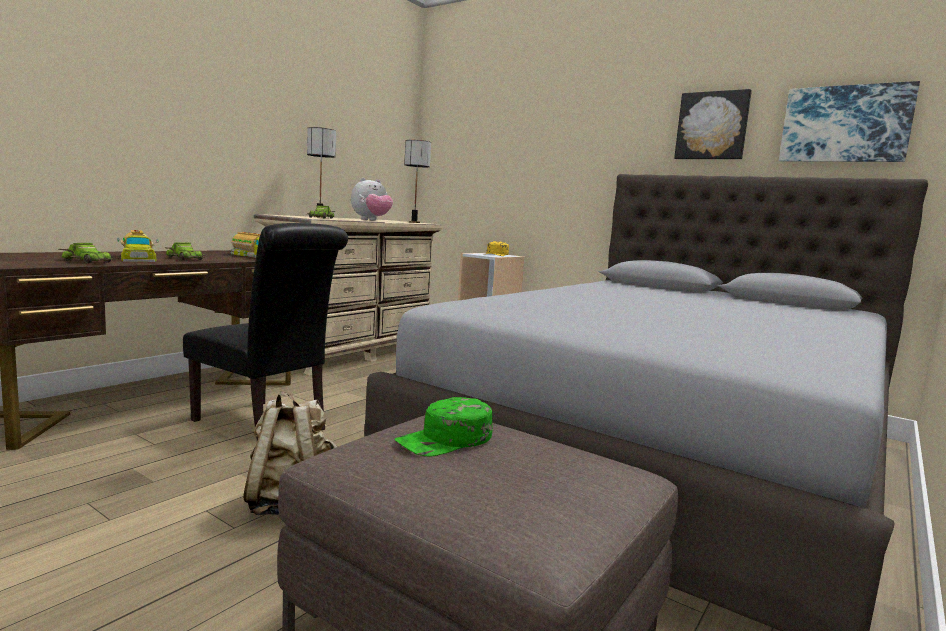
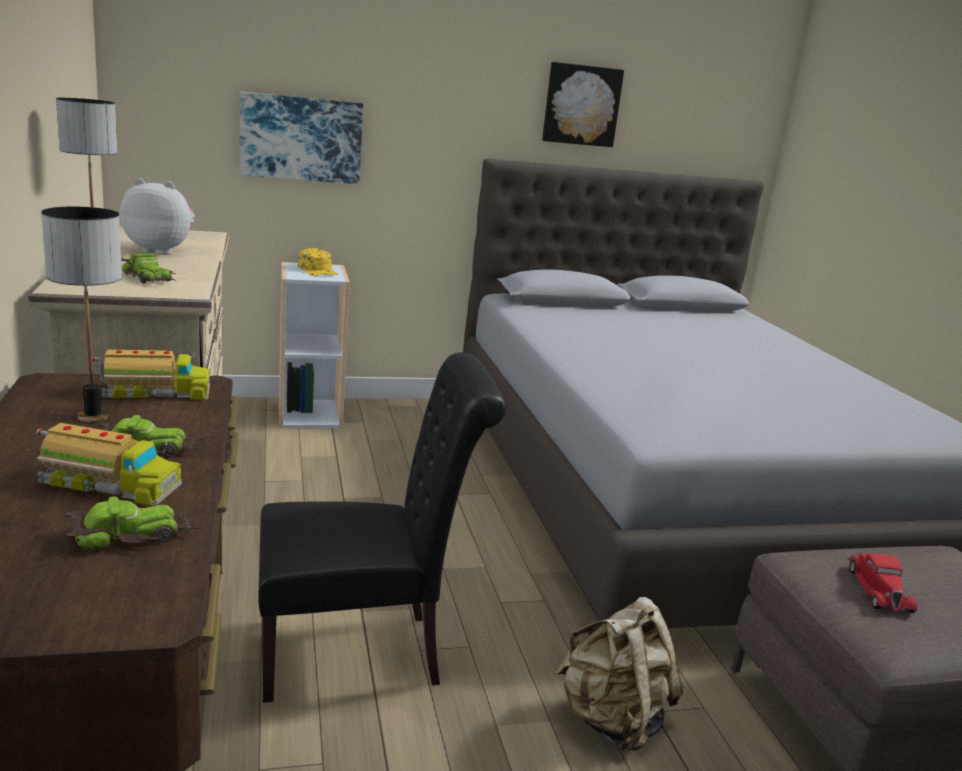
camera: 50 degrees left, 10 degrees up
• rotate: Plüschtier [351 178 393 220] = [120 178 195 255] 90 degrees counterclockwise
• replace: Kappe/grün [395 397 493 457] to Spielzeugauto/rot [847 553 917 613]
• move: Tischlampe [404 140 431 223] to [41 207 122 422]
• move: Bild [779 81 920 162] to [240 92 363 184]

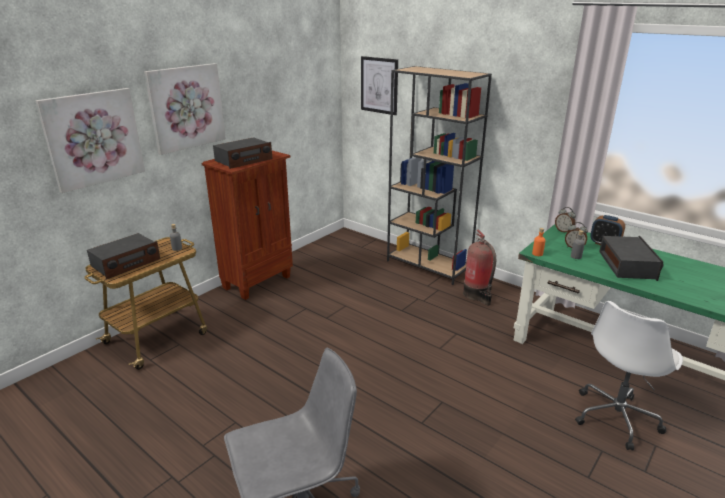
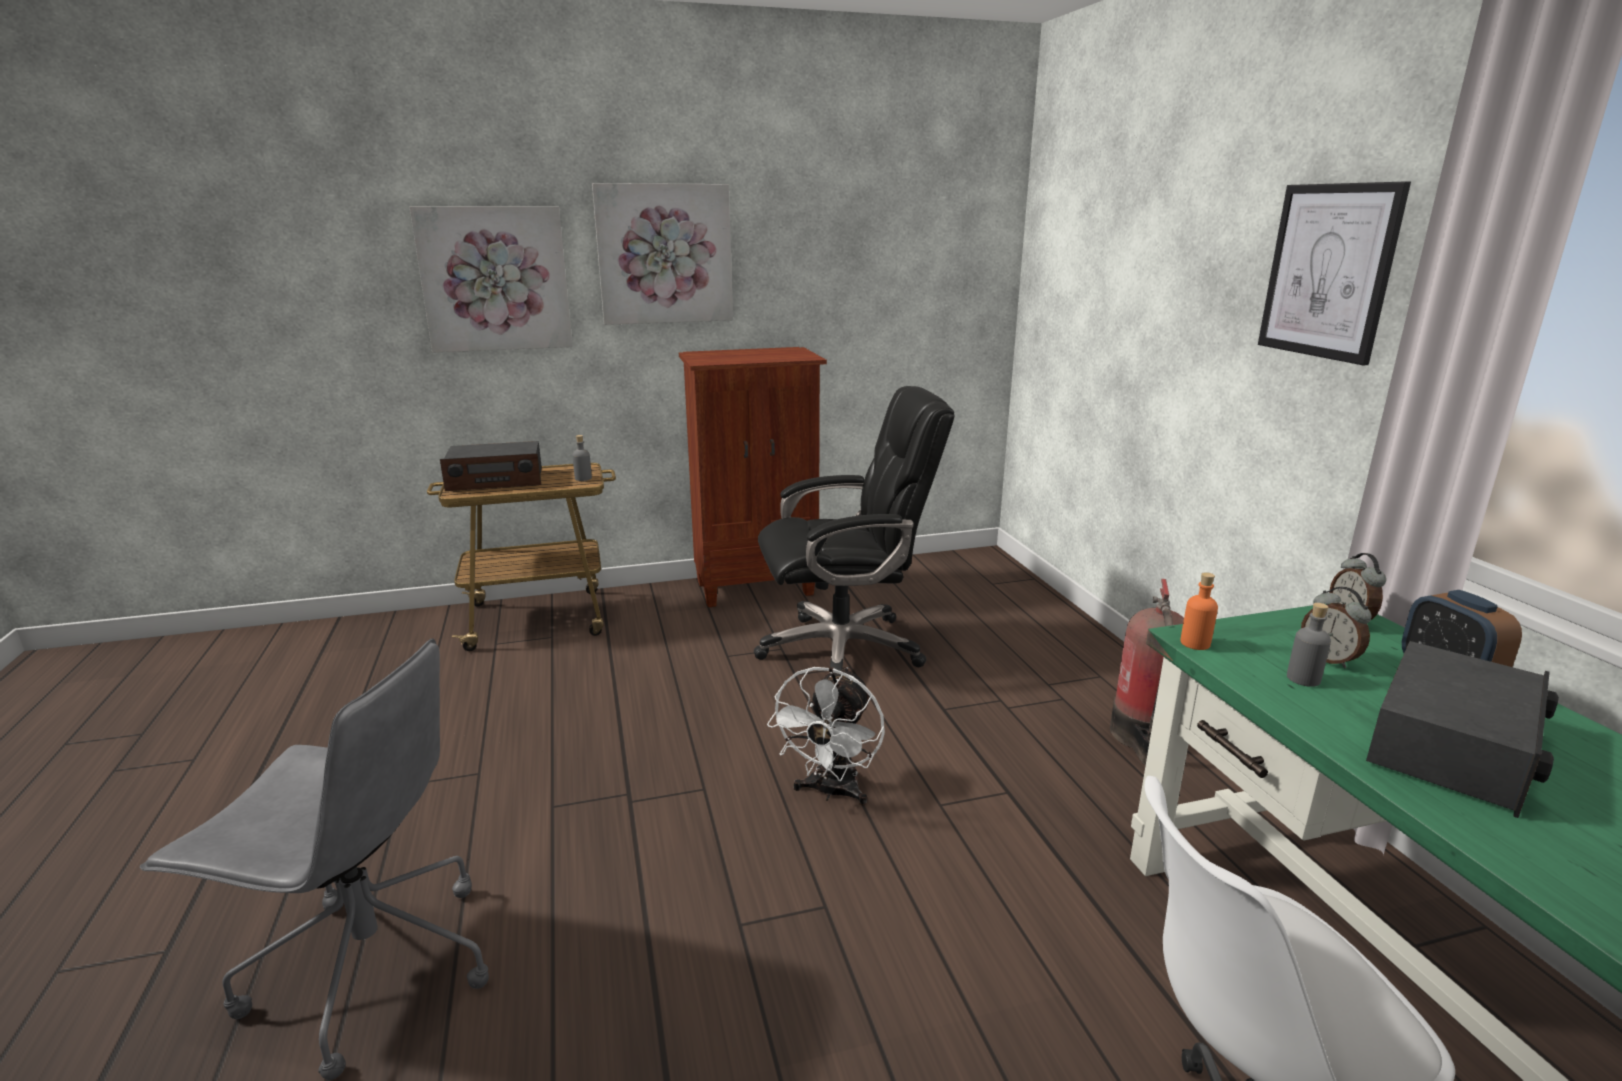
camera: 35 degrees right, 5 degrees down
• delete: Radio [213 137 272 169]
• move: Bild [361 56 398 115] to [1258 181 1411 365]
• delete: Bücherregal [387 66 492 285]
• insert: Bürostuhl/schwarz [754 386 955 670]
• insert: Ventilator/weiß [767 667 885 806]

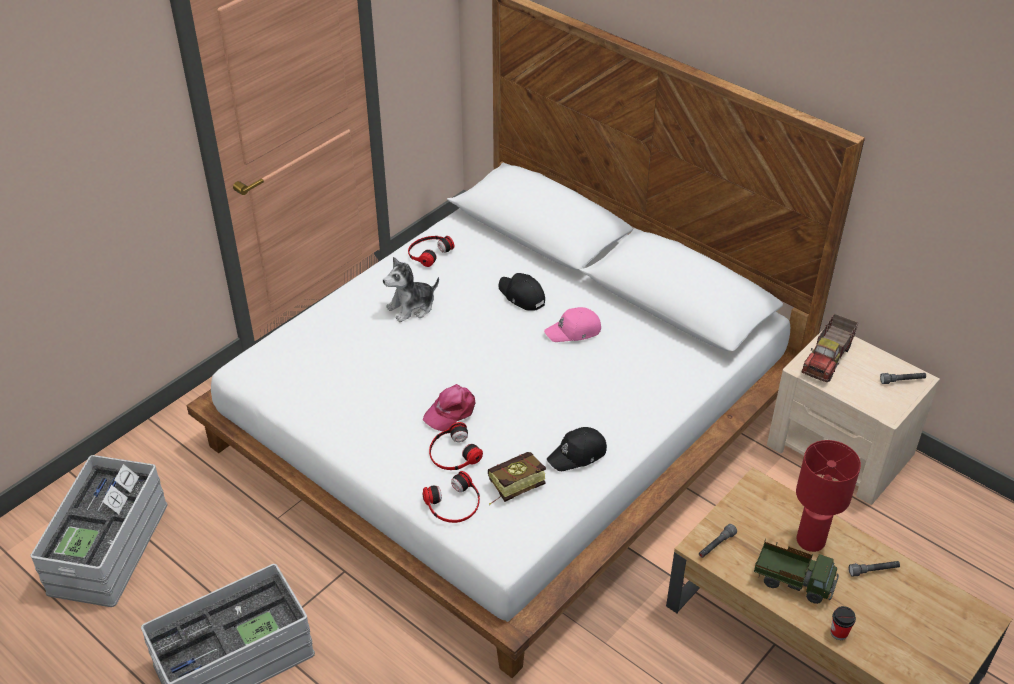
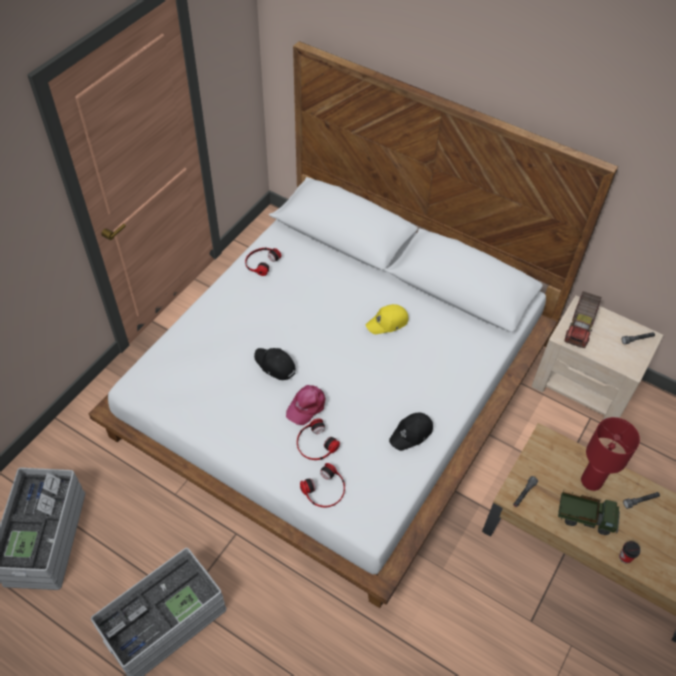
camera: 10 degrees left, 10 degrees up
• delete: Plüschtier [383 257 439 322]
• delete: Buch [488 452 546 505]
• move: Kappe/schwarz [499 273 545 311] to [254 348 295 380]
• recolor: Kappe/rosa [544 307 601 342] to Kappe/gelb [366 304 409 334]

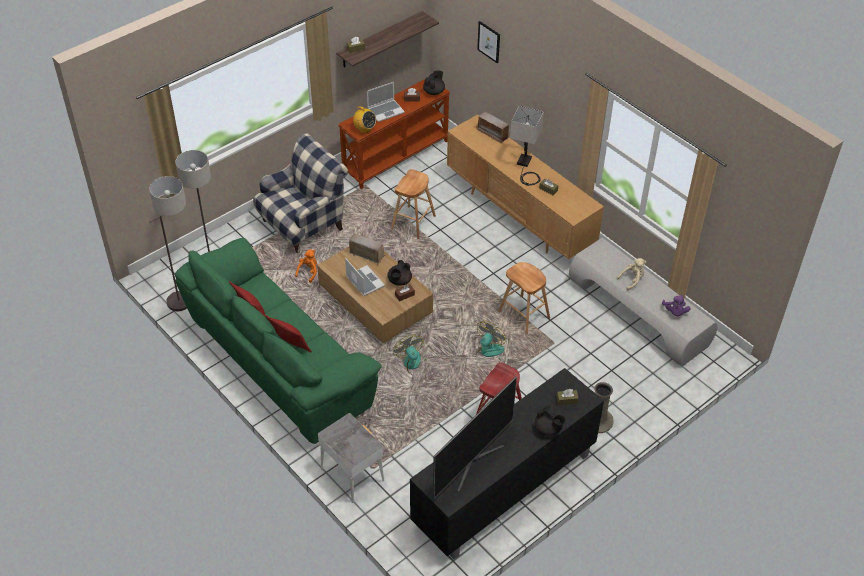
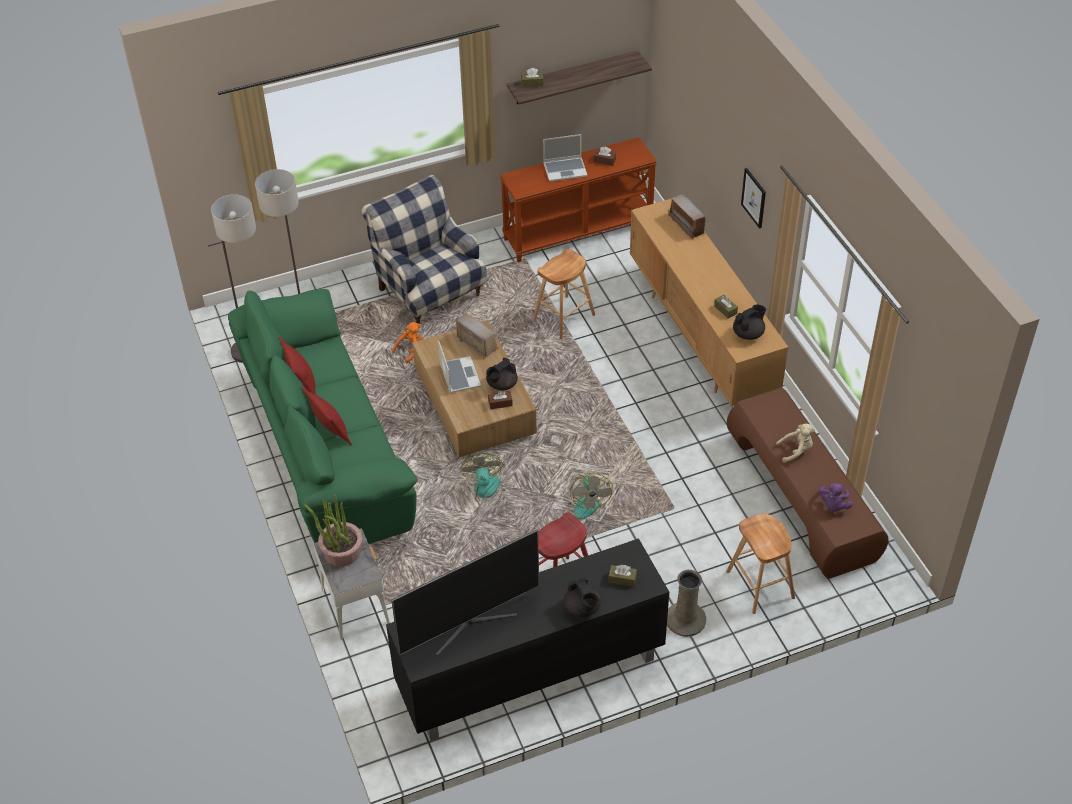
camera: 20 degrees right, 0 degrees up
• rotate: Sessel [253 134 348 253] = [362 175 487 324] 105 degrees counterclockwise
• delete: Radio [351 106 376 133]
• move: Teekanne/schwarz [423 70 445 95] to [733 304 766 340]
• rotate: Ventilator [475 321 506 360] = [568 473 613 519] 120 degrees clockwise
• move: Bild [477 21 500 63] to [741 168 766 229]
• move: Hocker/braun [498 262 550 334] to [726 514 795 614]
• delete: Tischlampe [510 106 544 186]
• recolor: Bank/grau [569 238 718 366] to Bank/braun [727 388 889 579]
• insert: Topfpflanze [304 495 363 567]

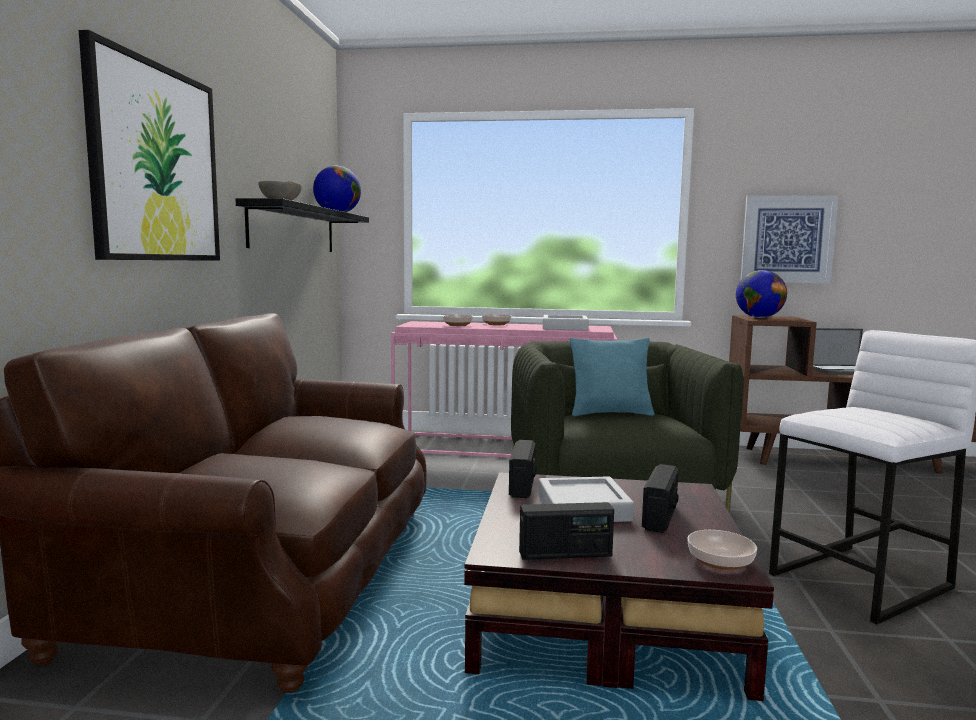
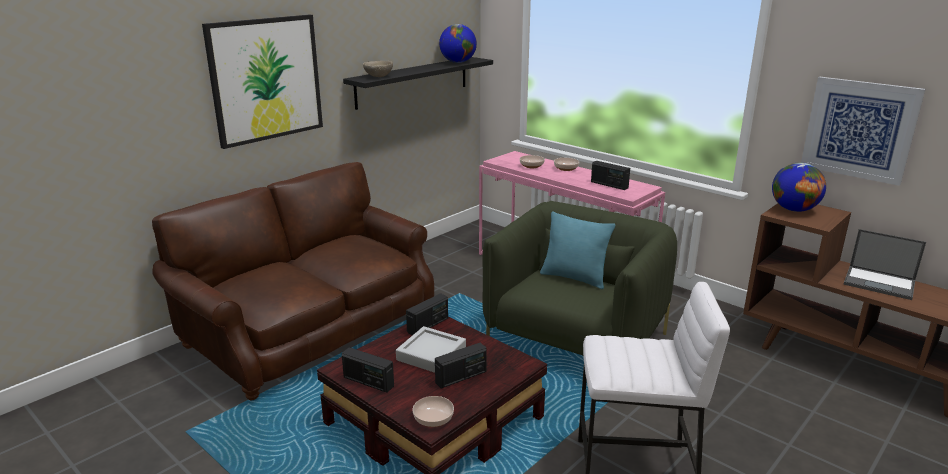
camera: 35 degrees right, 15 degrees up
• replace: Tablett/grau [543 315 589 331] to Radio [591 161 630 190]

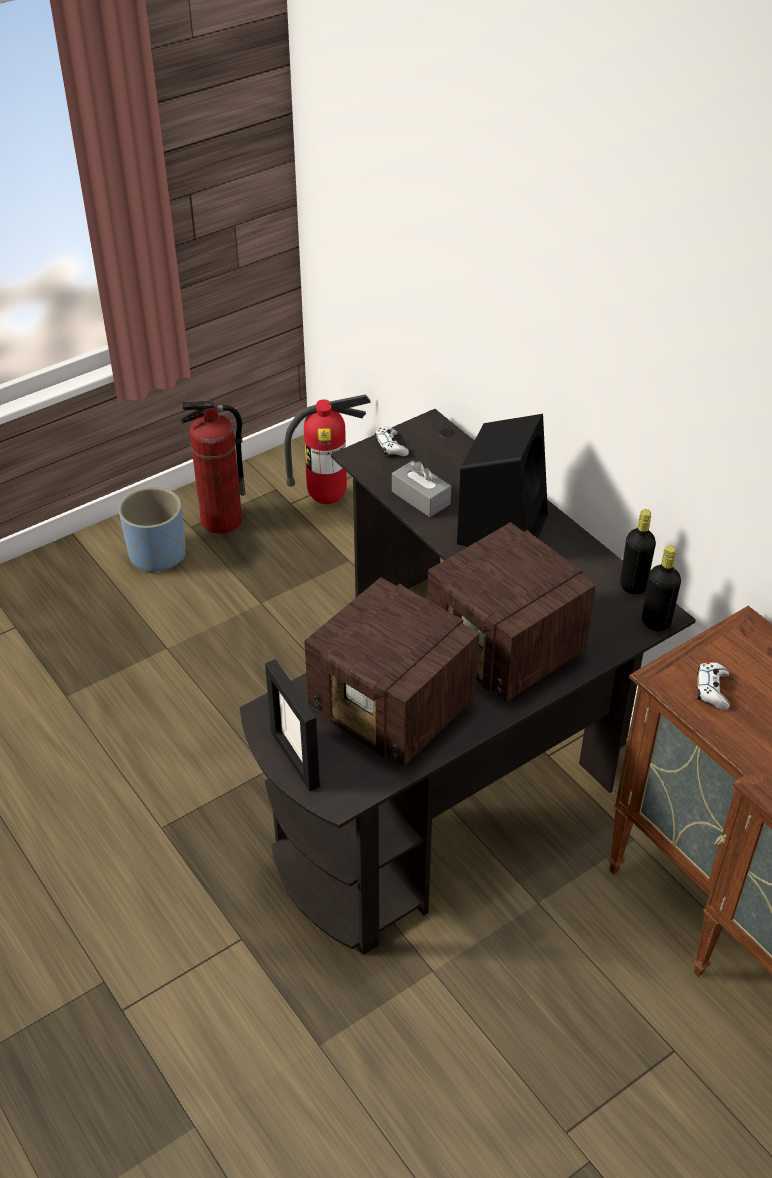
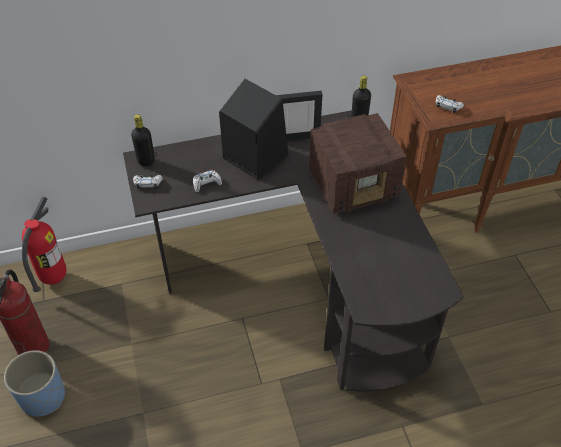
camera: 70 degrees left, 5 degrees up
• move: Bilderrahmen [265 659 320 791] to [276 91 323 141]
• delete: Radio [304 577 480 766]
• replace: Taschentuchbox/grau [392 461 451 517] to Gamepad/weiß [193 170 222 192]
• move: Flasche/schwarz [620 509 656 594] to [131 114 155 166]

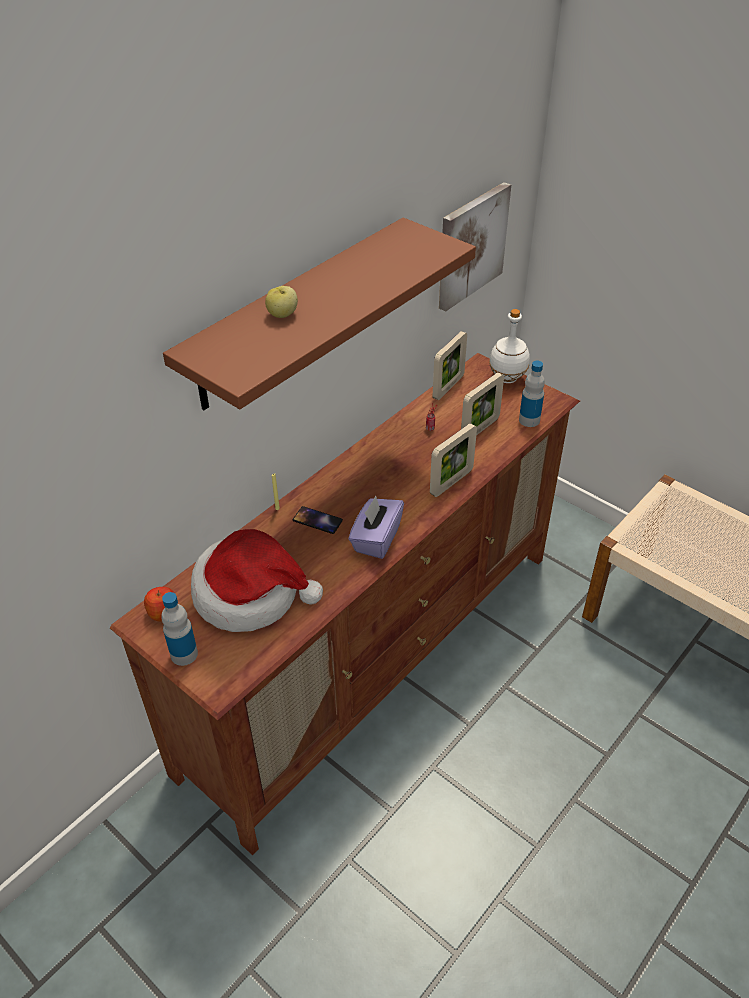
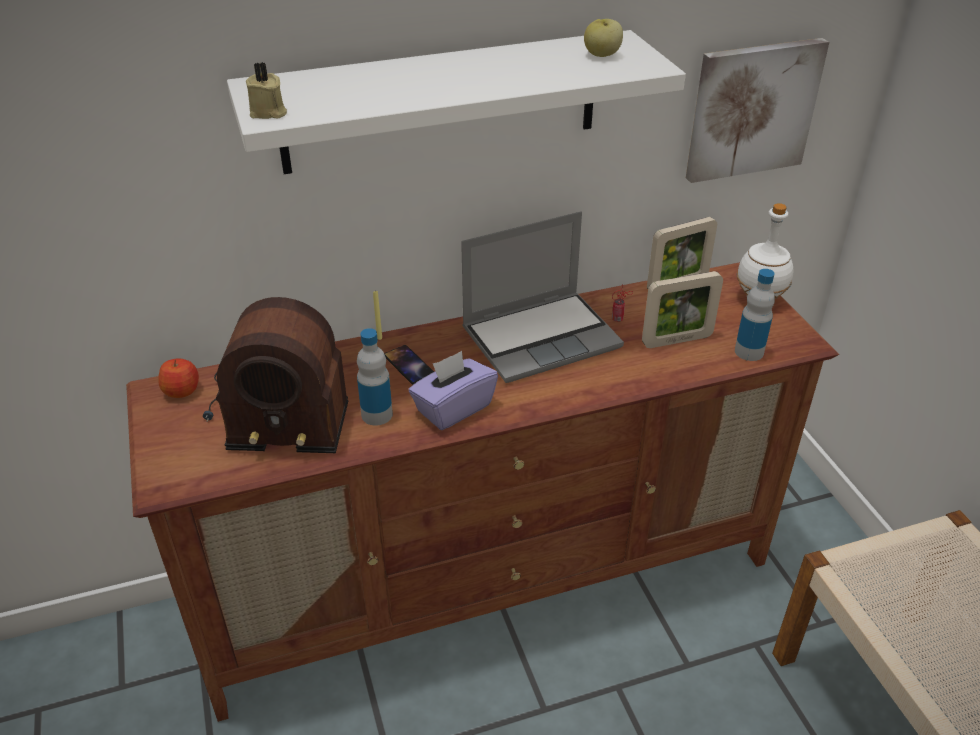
camera: 30 degrees right, 5 degrees down
• move: Flasche [161 592 198 666] to [357 328 393 426]
• recolor: Wandregal/braun [163 218 476 410] to Wandregal/weiß [227 30 686 174]
• replace: Hut [191 529 323 632] to Radio [203 297 348 453]
• move: Apfel [265 286 298 318] to [584 19 623 57]
• delete: Bilderrahmen [430 423 477 497]
• insert: Kerze/beige [246 62 287 119]
• insert: Laptop [461 212 624 383]

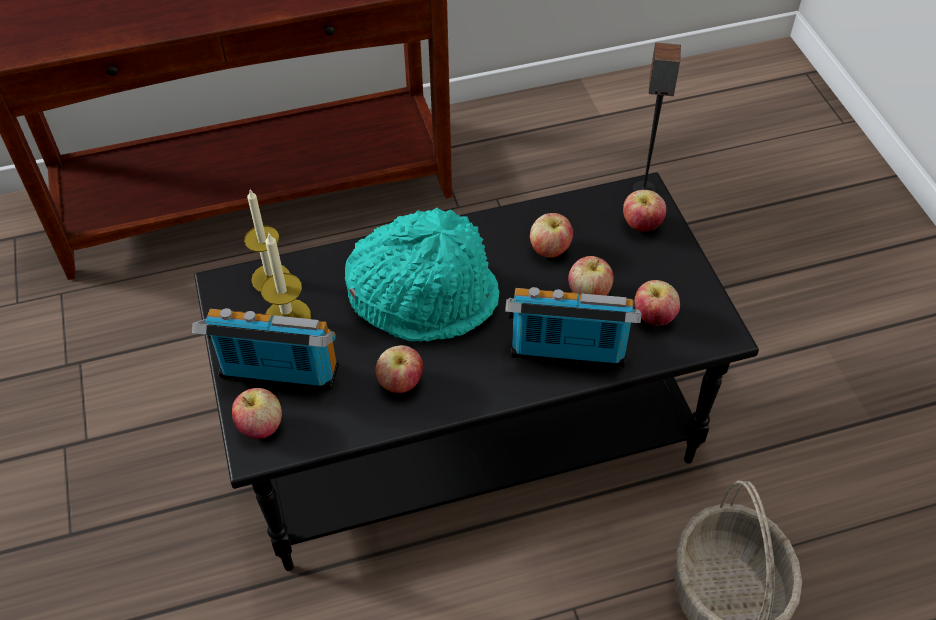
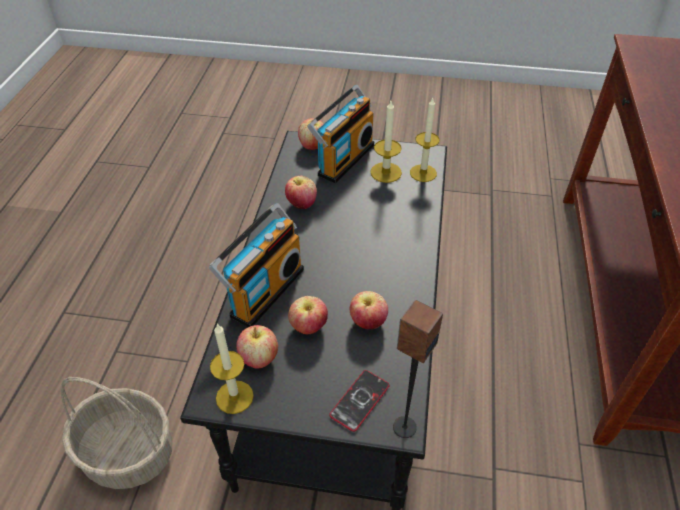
camera: 115 degrees right, 5 degrees down
• delete: Hut/türkis [345 208 500 342]
• replace: Apfel [623 190 666 232] to Handy [329 370 389 432]
• insert: Kerze [210 323 254 414]

